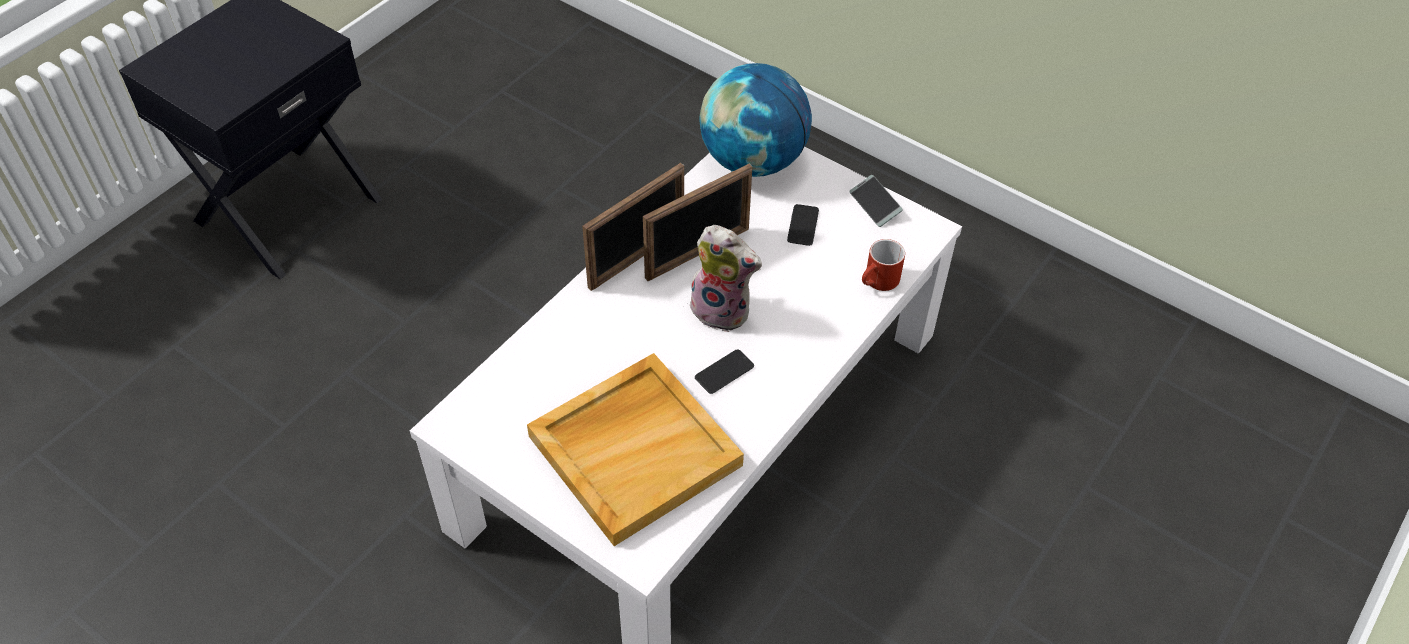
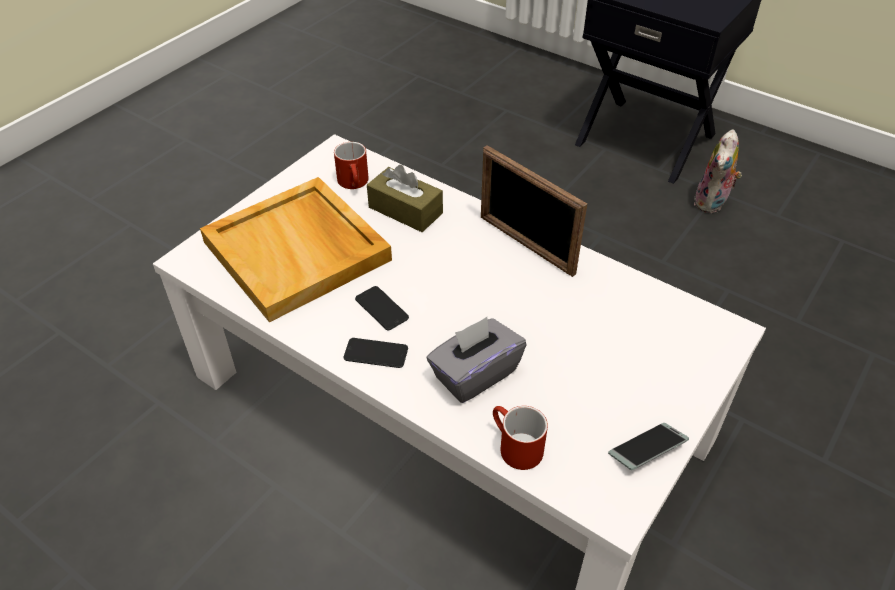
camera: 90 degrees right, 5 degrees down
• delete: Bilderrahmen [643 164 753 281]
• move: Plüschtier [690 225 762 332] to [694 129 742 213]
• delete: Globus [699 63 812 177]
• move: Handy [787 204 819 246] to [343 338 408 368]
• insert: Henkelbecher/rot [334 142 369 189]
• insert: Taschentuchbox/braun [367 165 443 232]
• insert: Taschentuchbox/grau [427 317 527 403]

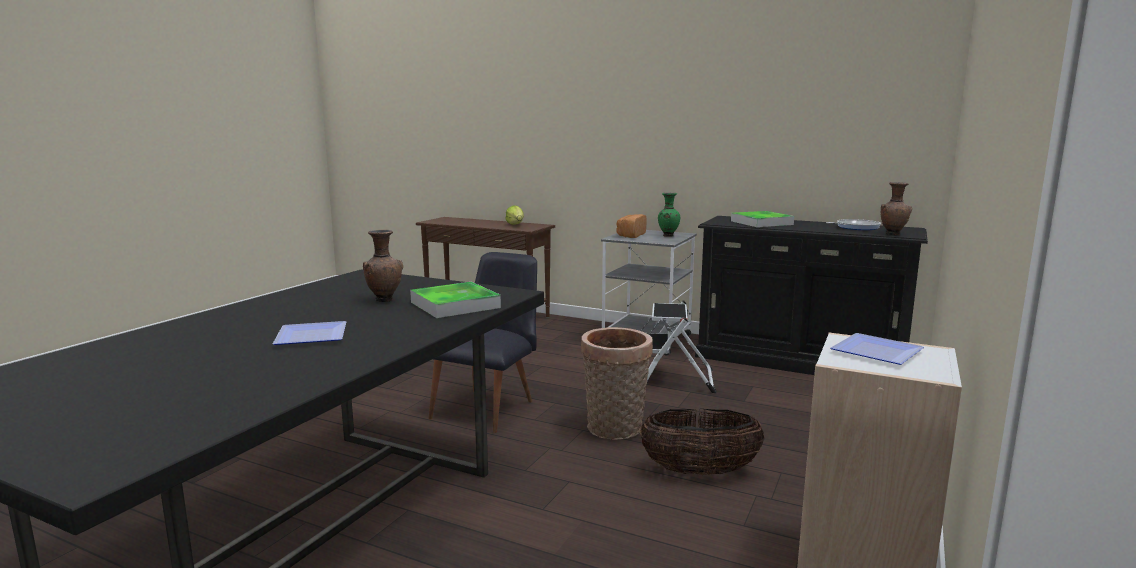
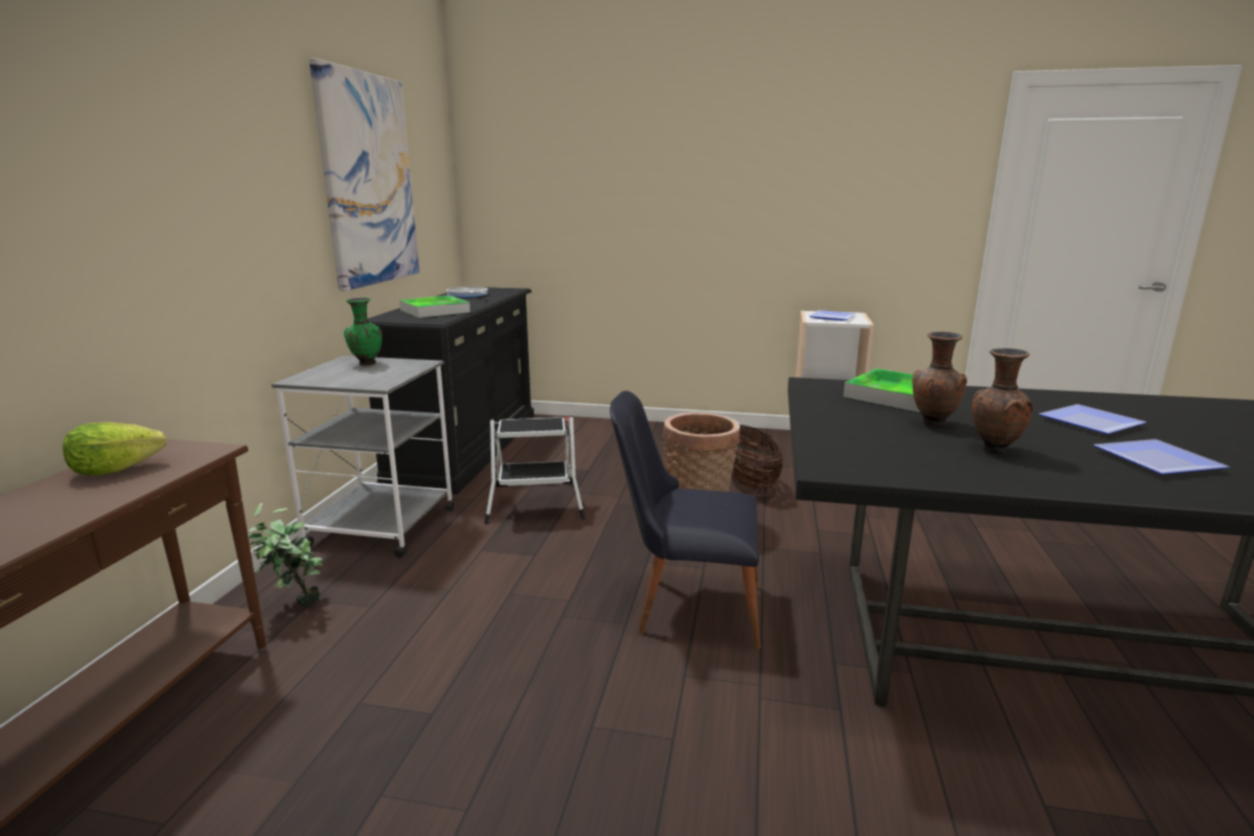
camera: 105 degrees left, 5 degrees up
• delete: Brot [616 214 647 238]
• move: Vase/braun [881 182 912 236] to [972 348 1033 454]
• insert: Topfpflanze [247 503 323 607]
• insert: Bild [309 58 419 291]
• insert: Teller [1094 439 1229 475]

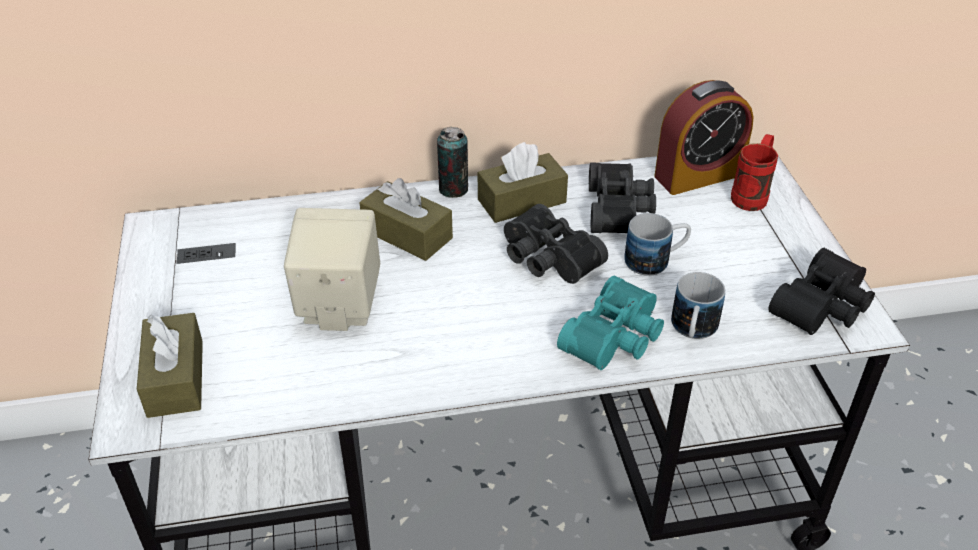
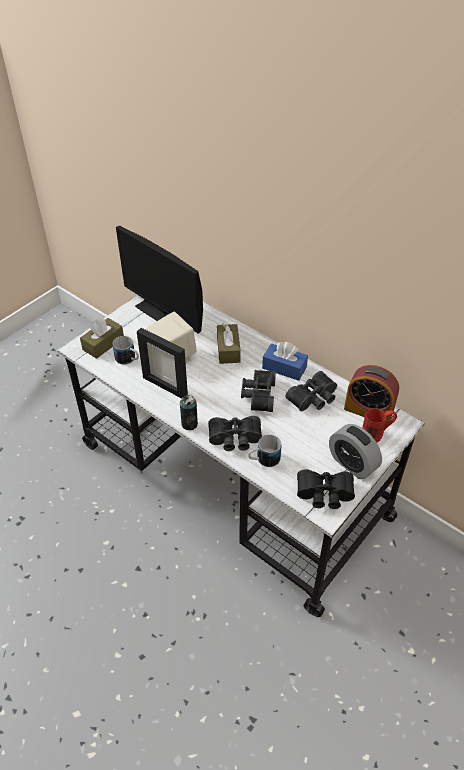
camera: 50 degrees right, 5 degrees up
• move: Dose [437 127 468 198] to [180 395 198 430]
• recolor: Taschentuchbox/braun [478 142 568 223] to Taschentuchbox/blau [262 342 308 381]
• recolor: Fernglas/türkis [557 276 664 370] to Fernglas/schwarz [208 416 262 451]
• move: Henkelbecher [624 213 691 276] to [113 336 139 365]
• insert: Monitor [116 226 203 333]
• insert: Bilderrahmen [137 328 188 398]
• insert: Wecker [329 424 382 479]

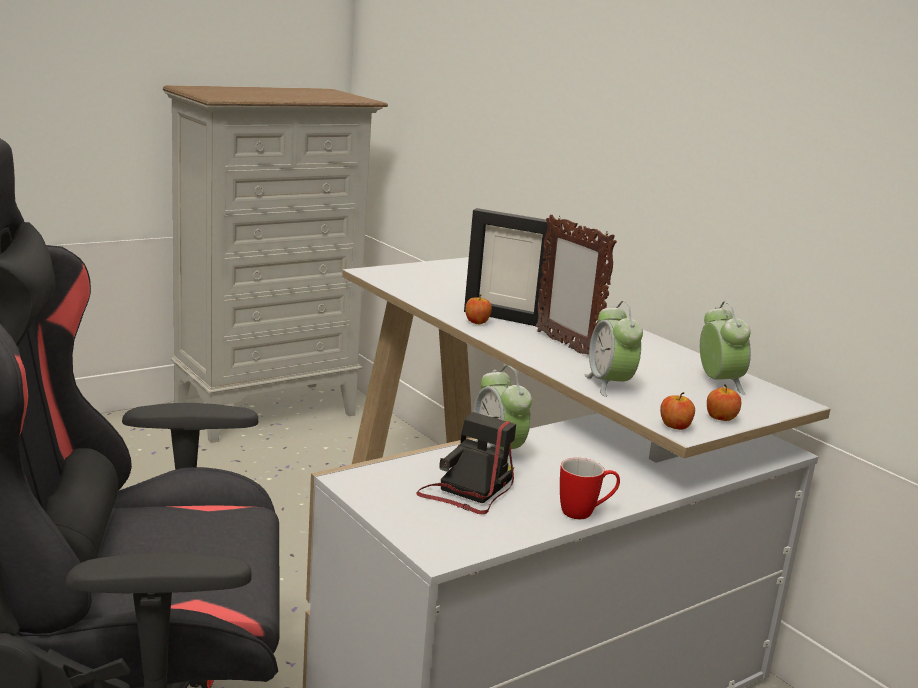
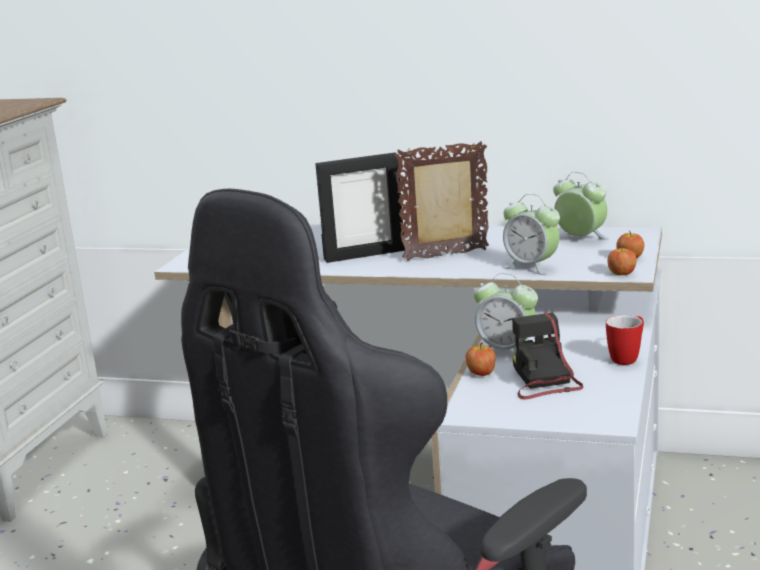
camera: 35 degrees left, 0 degrees up
• move: Apfel [465 294 492 324] to [466 343 496 376]
• rotate: Bilderrahmen [536 215 617 355] = [394 141 489 261] 150 degrees clockwise

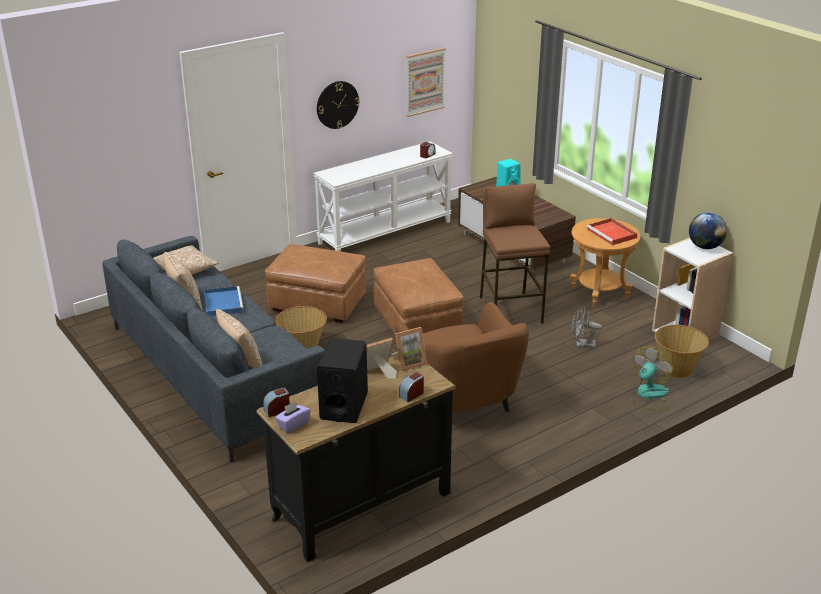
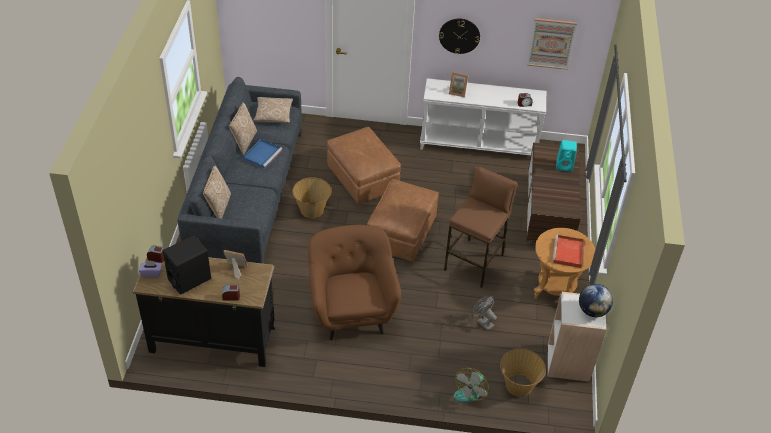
camera: 40 degrees right, 15 degrees up
• move: Bilderrahmen [392 327 427 372] to [449 72 469 97]
• rotate: Sessel/braun [395 302 529 412] = [308 225 401 340] 150 degrees clockwise
• rotate: Ventilator [631 346 673 410] = [454 368 488 402] 135 degrees clockwise

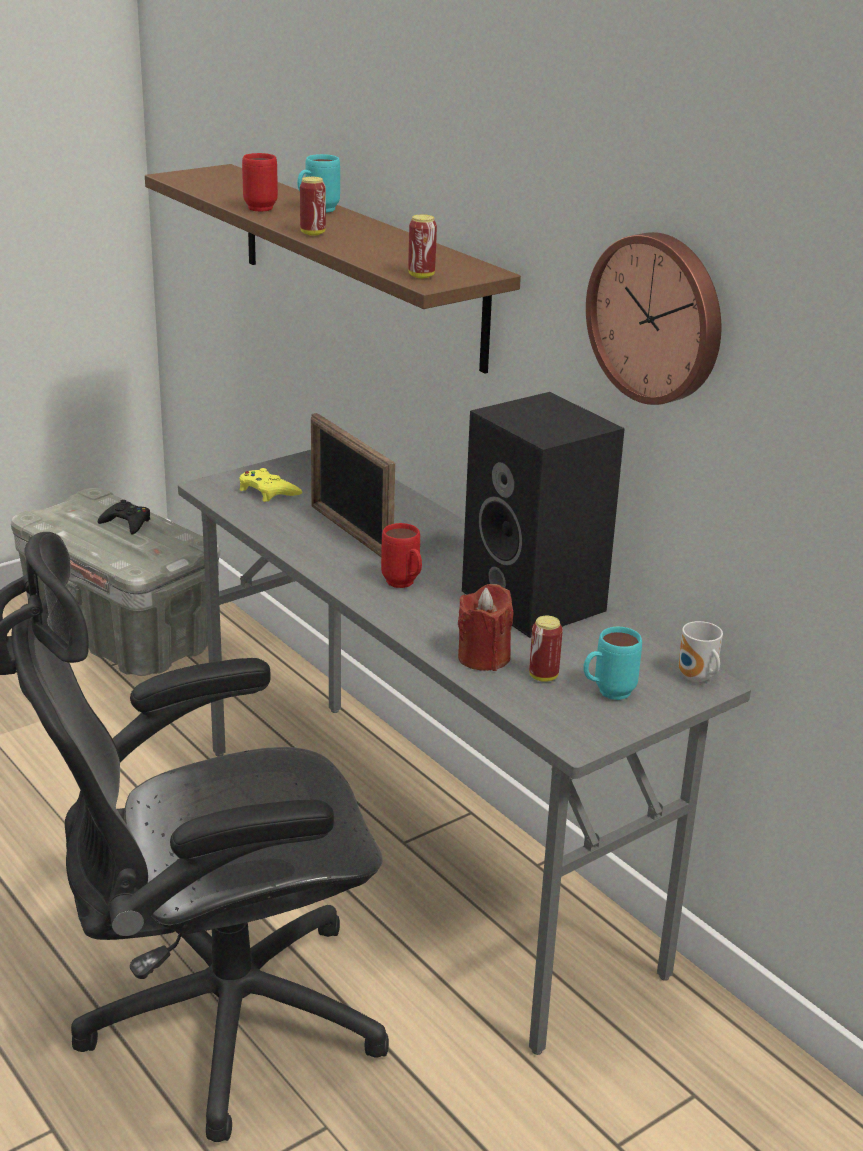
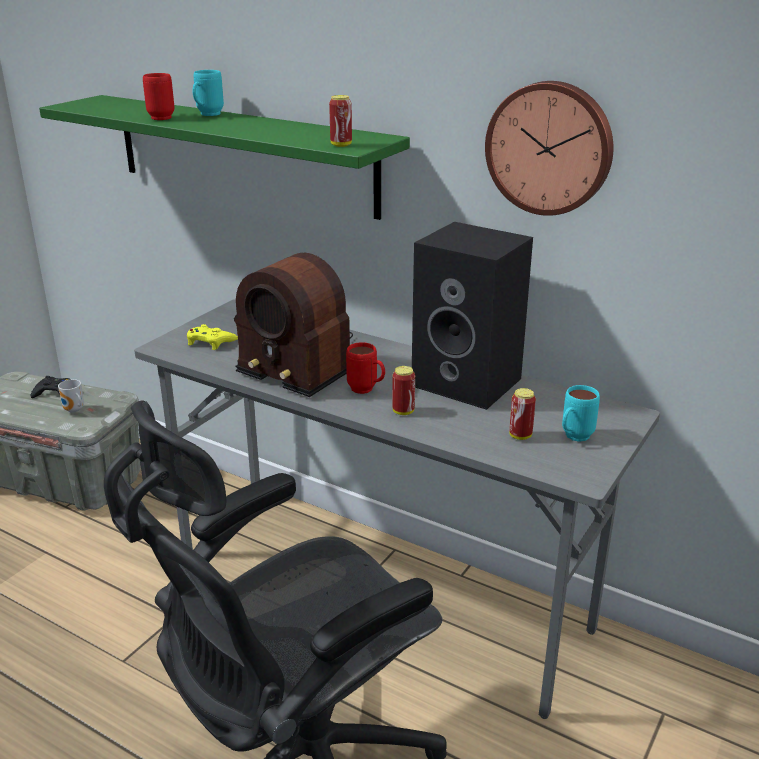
camera: 20 degrees left, 0 degrees up
• recolor: Wandregal/braun [145 164 521 374] to Wandregal/grün [39 95 410 220]
• move: Dose [300 177 326 236] to [392 366 415 415]
• replace: Bilderrahmen [311 413 395 557] to Radio [234 253 353 397]
• delete: Kerze/rot [458 584 514 671]
• move: Henkelbecher [679 621 723 682] to [58 379 84 413]

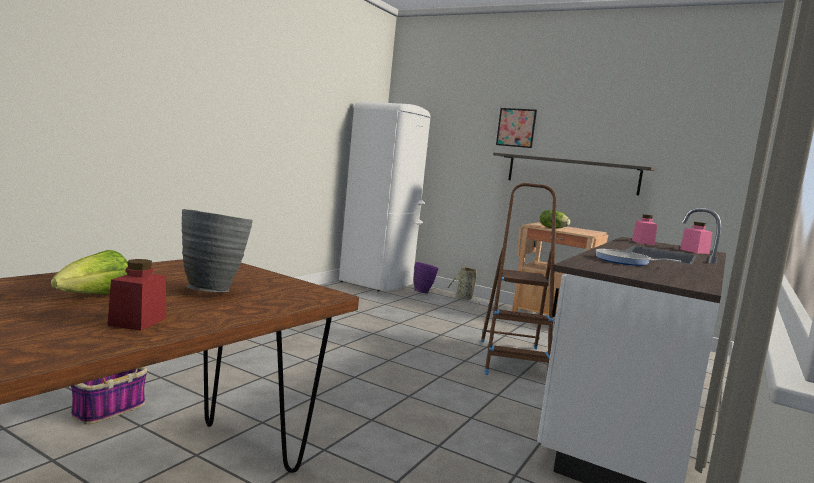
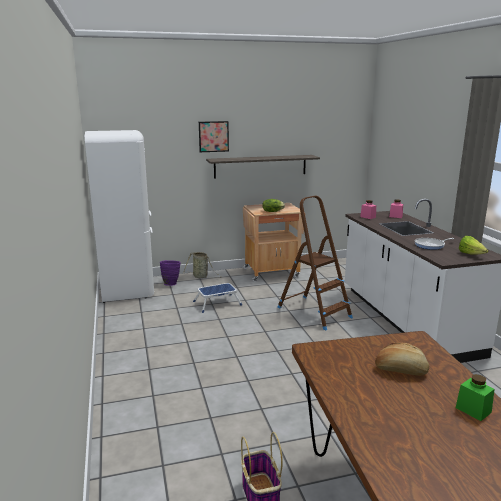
camera: 45 degrees left, 10 degrees up
• move: Salatkopf [51 250 128 294] to [459 236 489 255]
• recolor: Vorratsglas/rot [107 259 166 331] to Vorratsglas/grün [456 374 495 421]
• replace: Vase/grau [182 209 253 292] to Brot [375 342 429 376]
• insert: Trittleiter/blau [193 283 242 313]

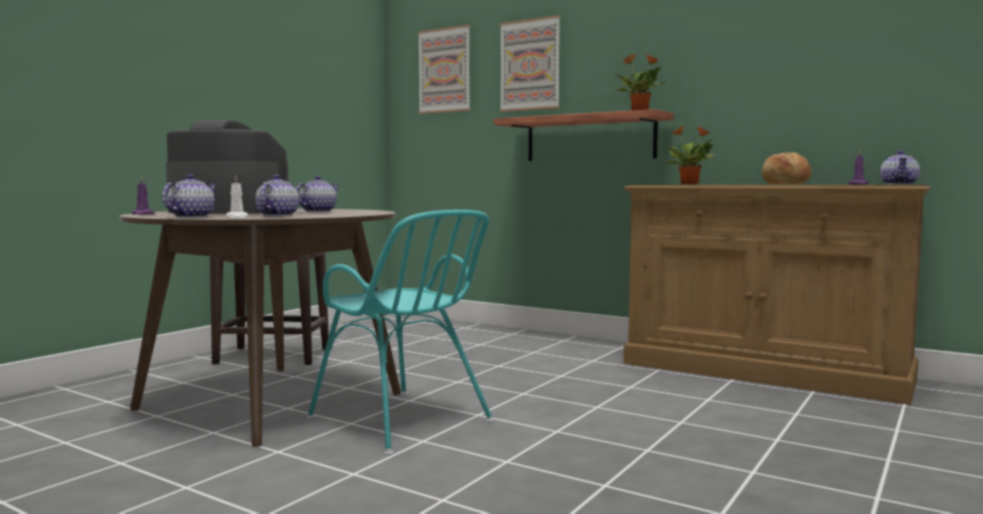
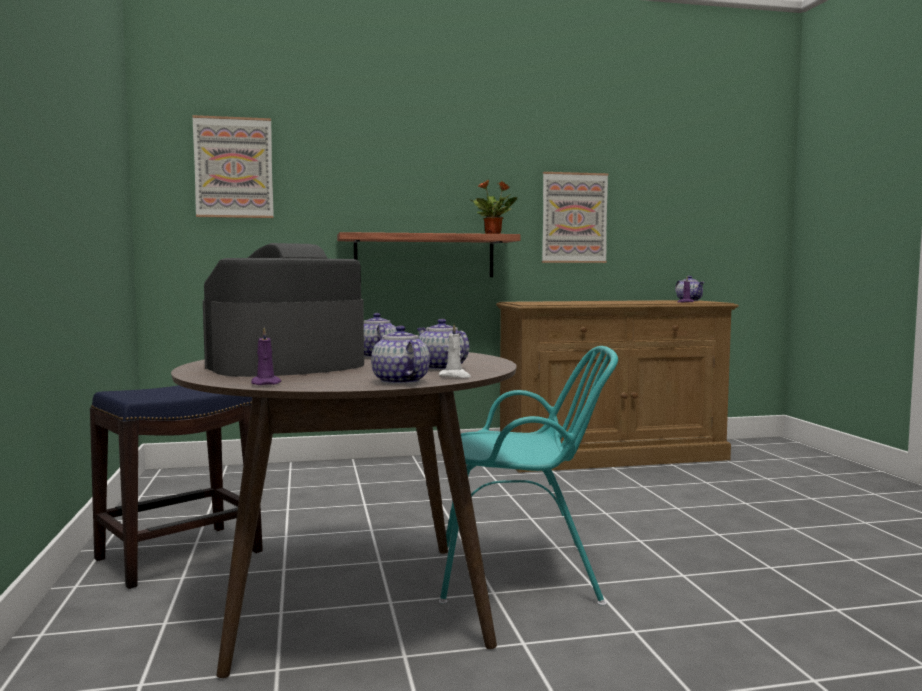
camera: 45 degrees left, 0 degrees up
• move: Bild [500 15 560 112] to [542 172 609 263]
• delete: Topfpflanze [666 125 715 184]
• delete: Brot [762 153 811 184]

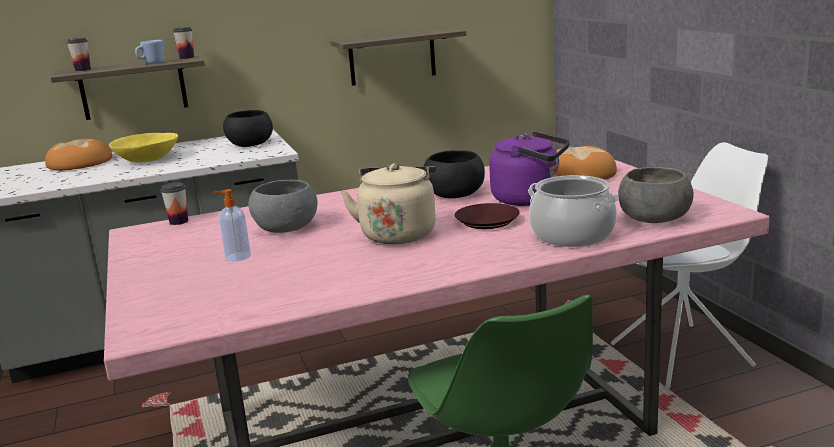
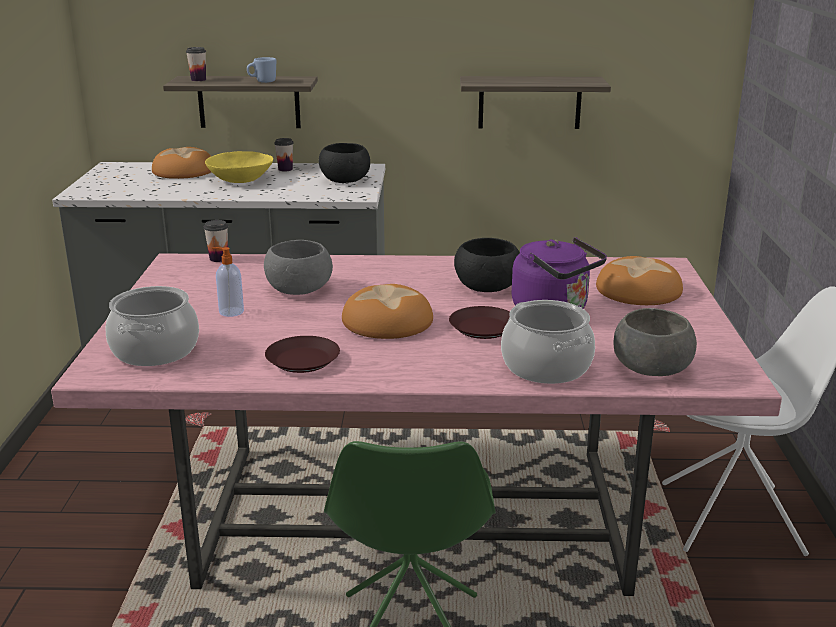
camera: 20 degrees right, 5 degrees up
• move: Tasse [173 27 194 59] to [274 138 294 171]
• replace: Wasserkessel/beige [341 163 436 244] to Brot [342 284 433 339]
• insert: Kochtopf [106 286 199 366]
• insert: Teller/braun [265 336 340 373]

